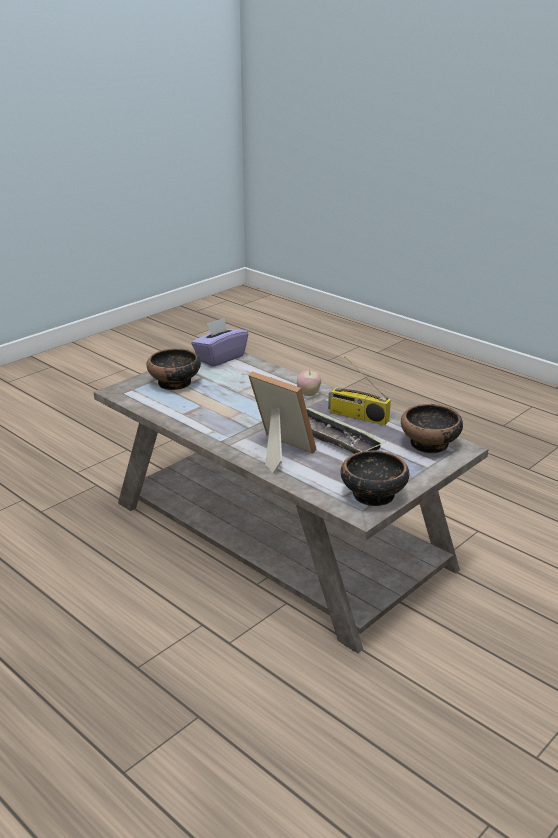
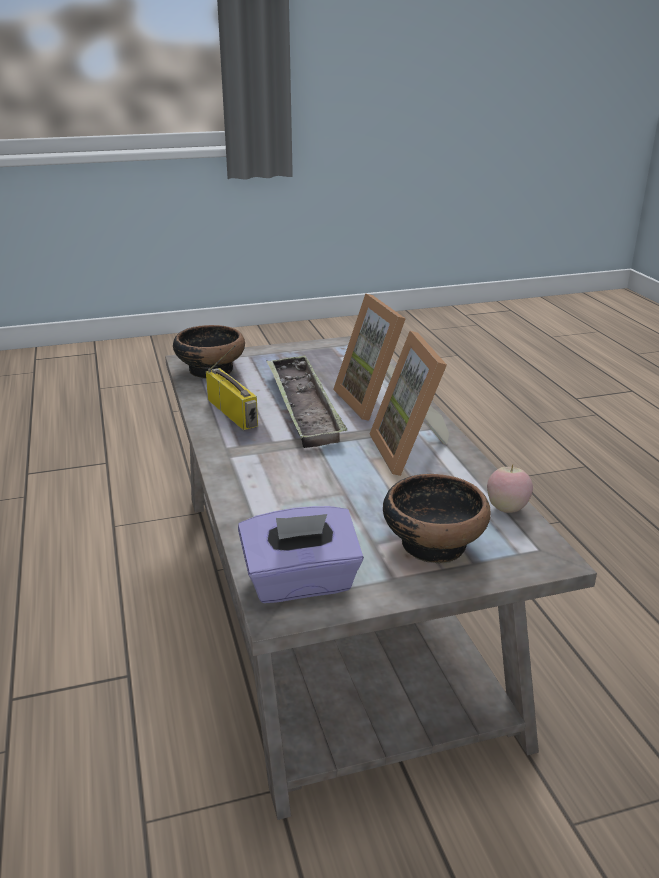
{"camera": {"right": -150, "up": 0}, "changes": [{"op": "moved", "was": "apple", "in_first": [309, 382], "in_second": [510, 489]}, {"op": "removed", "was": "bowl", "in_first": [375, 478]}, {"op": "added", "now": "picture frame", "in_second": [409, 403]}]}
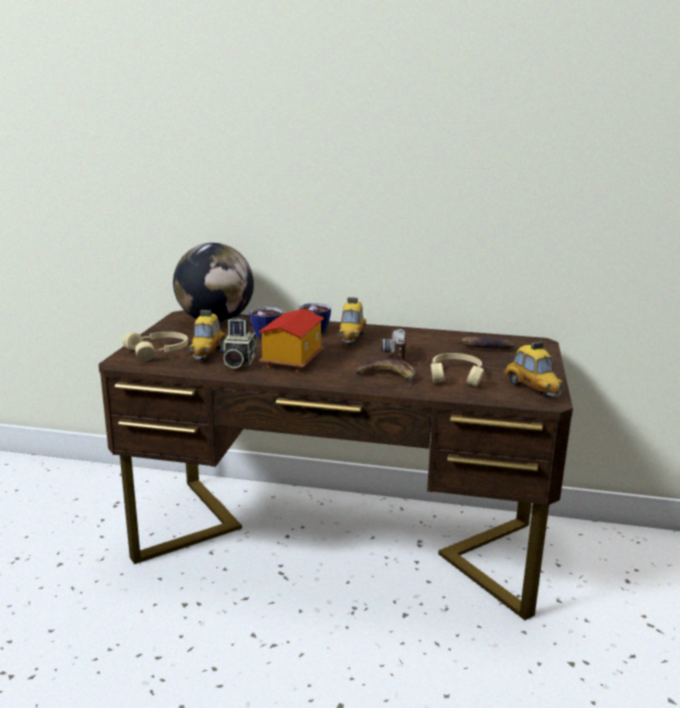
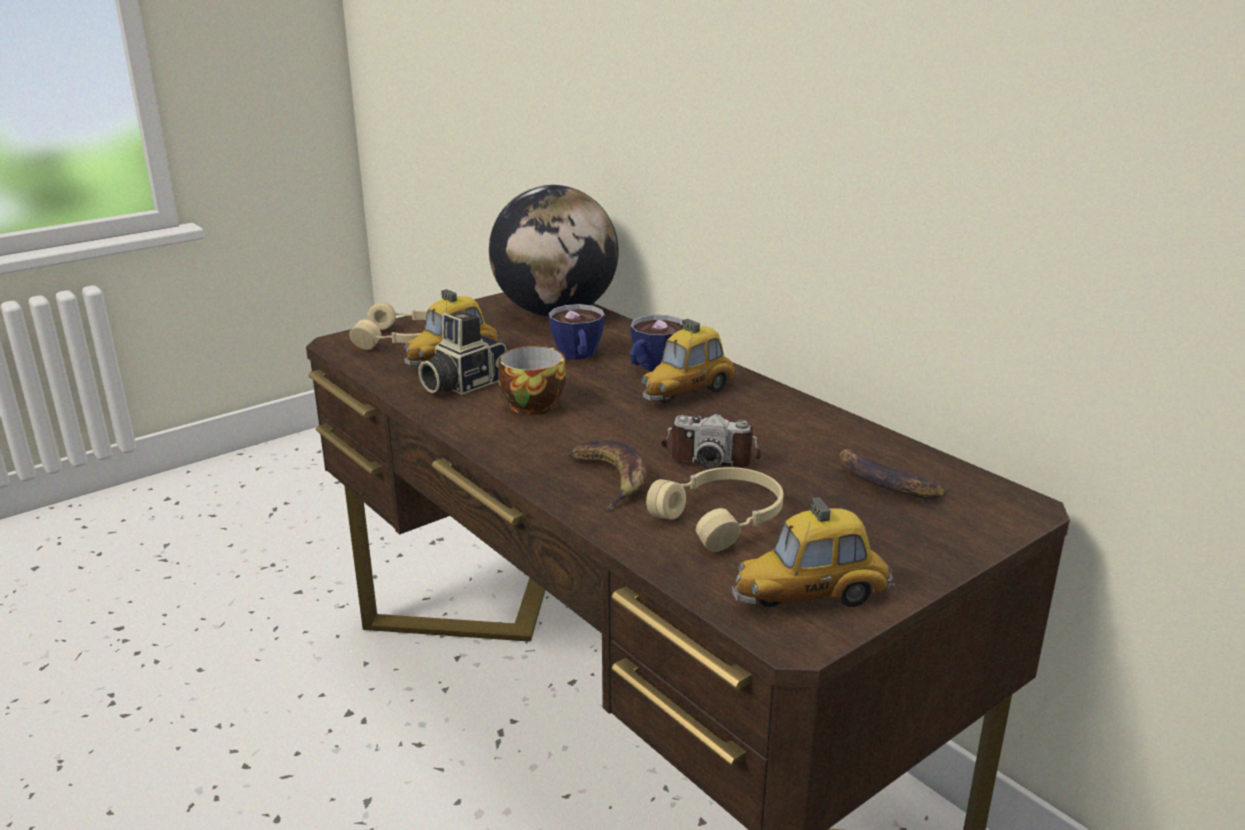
{"camera": {"right": 40, "up": 5}, "changes": [{"op": "replaced", "was": "toy house", "now": "cup", "in_first": [291, 340], "in_second": [532, 380]}, {"op": "turned", "was": "photo camera", "in_first": [405, 347], "in_second": [711, 441], "clockwise": -120}, {"op": "turned", "was": "toy car", "in_first": [534, 369], "in_second": [813, 552], "clockwise": 60}]}
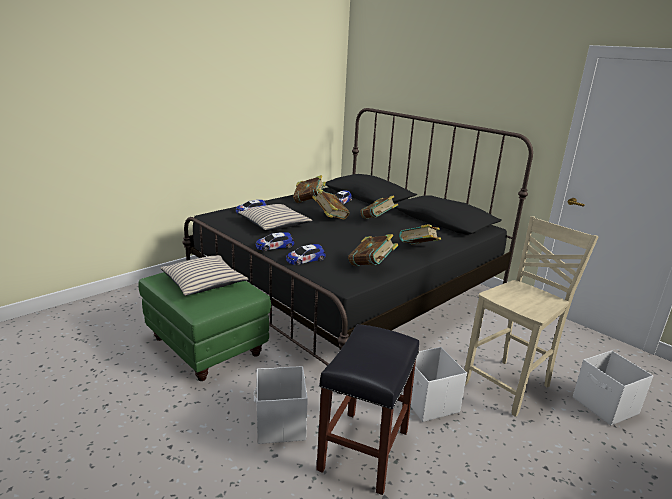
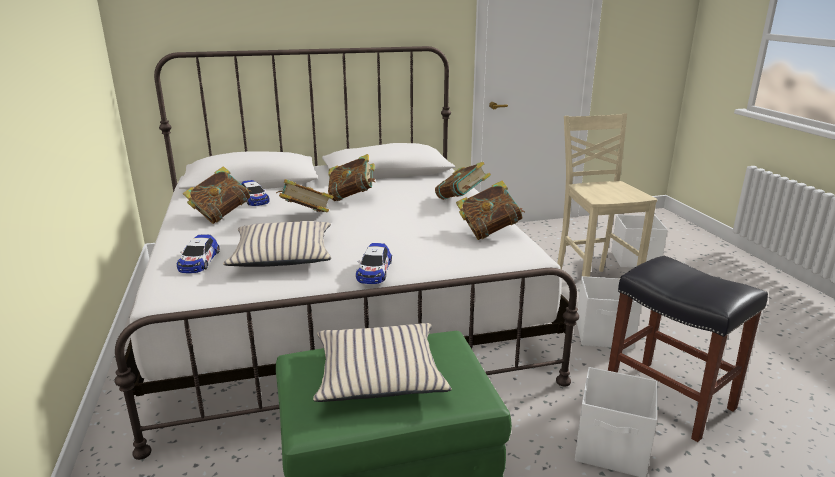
{"camera": {"right": -60, "up": 0}, "changes": [{"op": "recoloured", "was": "bed/black", "now": "bed/white", "in_first": [357, 251], "in_second": [347, 253]}, {"op": "removed", "was": "toy car", "in_first": [305, 254]}]}
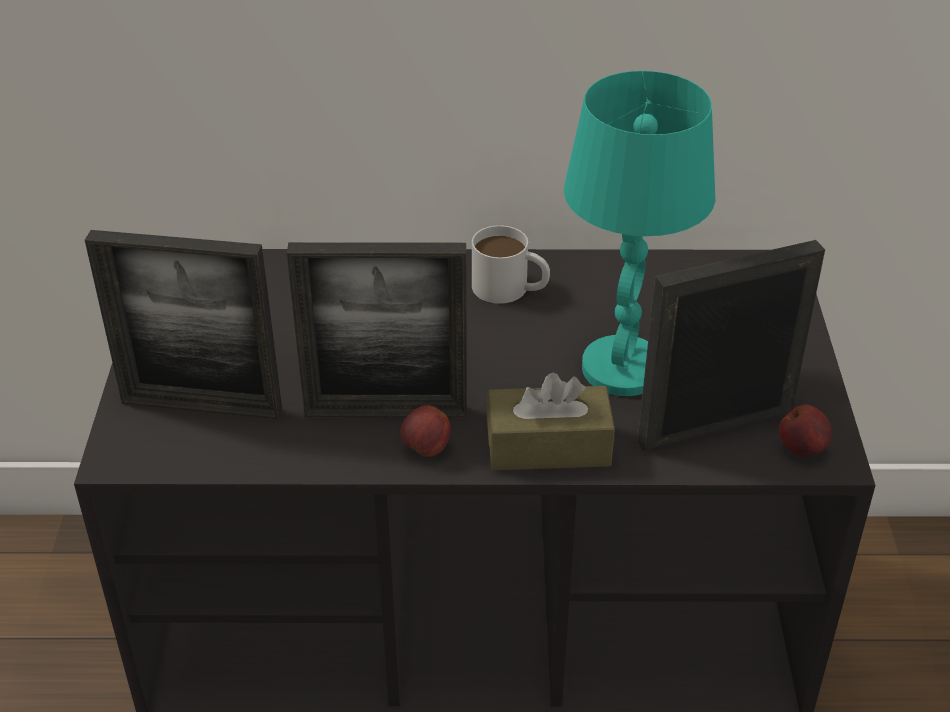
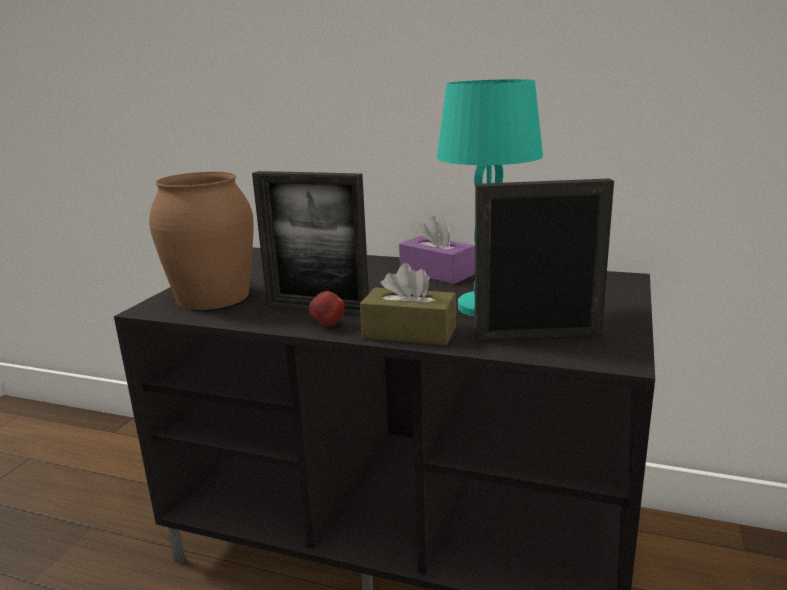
{"camera": {"right": 20, "up": -20}, "changes": [{"op": "replaced", "was": "picture frame", "now": "vase/brown", "in_first": [183, 324], "in_second": [201, 241]}, {"op": "replaced", "was": "mug/white", "now": "tissue box/purple", "in_first": [511, 264], "in_second": [437, 250]}, {"op": "removed", "was": "apple", "in_first": [805, 430]}]}
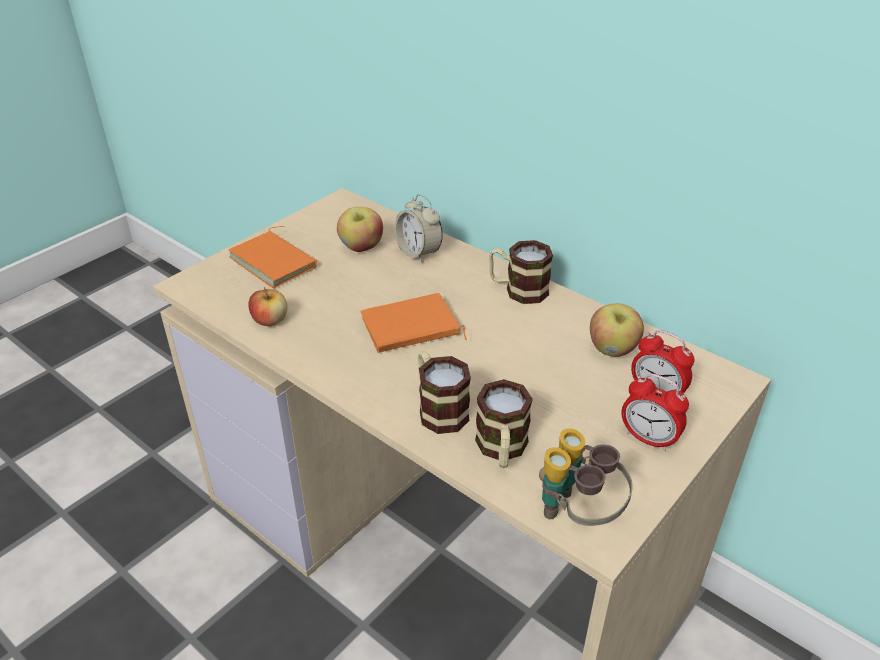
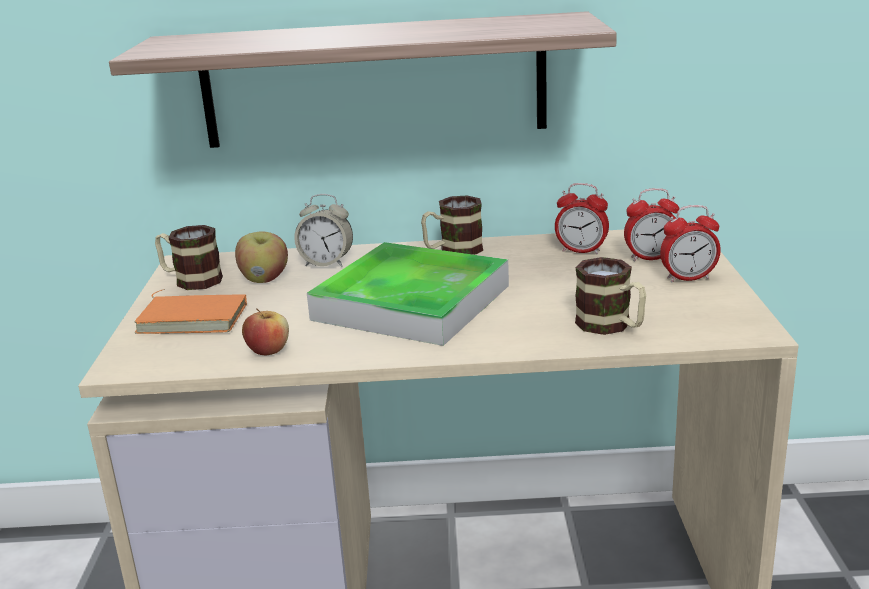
{"camera": {"right": -40, "up": -15}, "changes": [{"op": "replaced", "was": "book/orange", "now": "tray", "in_first": [413, 323], "in_second": [408, 294]}, {"op": "moved", "was": "mug", "in_first": [444, 392], "in_second": [189, 257]}, {"op": "removed", "was": "binoculars", "in_first": [586, 477]}, {"op": "replaced", "was": "apple", "now": "alarm clock", "in_first": [617, 330], "in_second": [582, 218]}, {"op": "added", "now": "shelf", "in_second": [363, 79]}]}
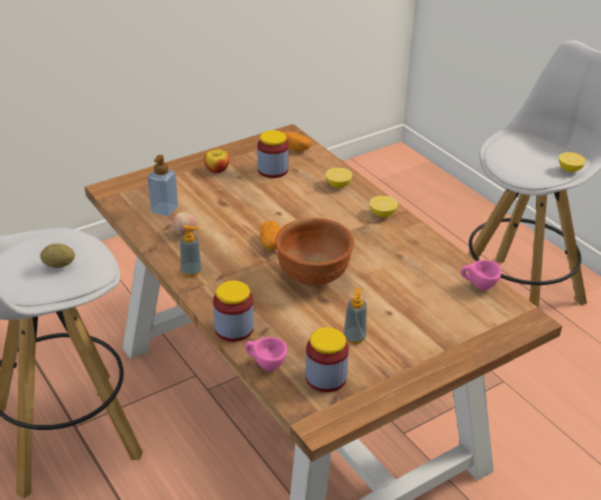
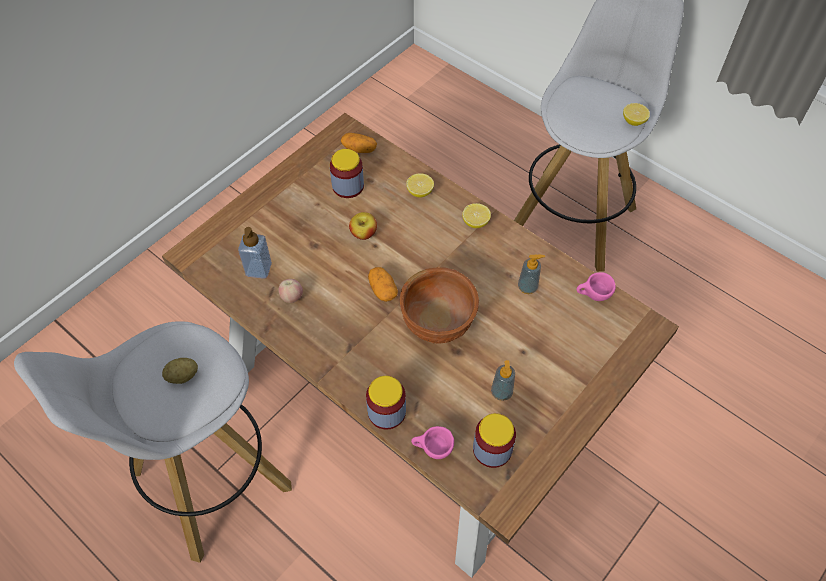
{"camera": {"right": -15, "up": 20}, "changes": [{"op": "moved", "was": "soap dispenser", "in_first": [191, 251], "in_second": [531, 274]}, {"op": "moved", "was": "apple", "in_first": [216, 161], "in_second": [363, 226]}]}
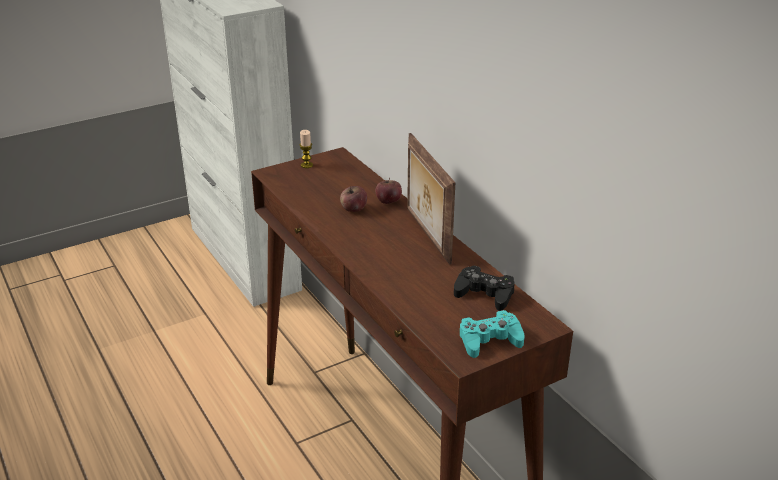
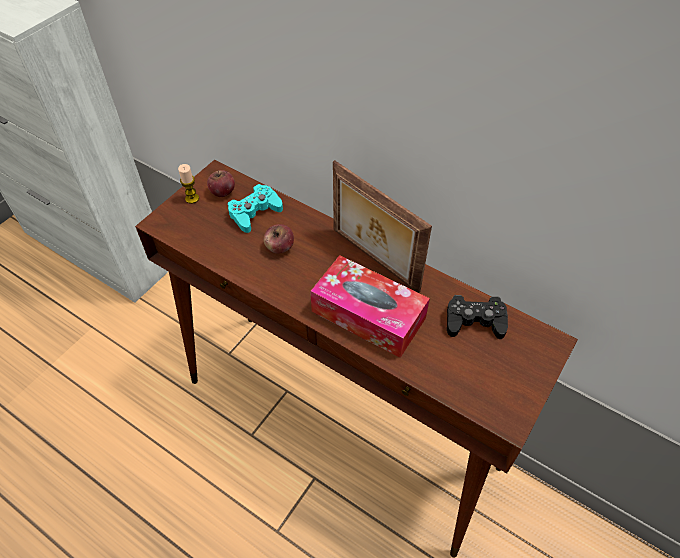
{"camera": {"right": -25, "up": 20}, "changes": [{"op": "moved", "was": "apple", "in_first": [389, 191], "in_second": [221, 184]}, {"op": "moved", "was": "game controller/turquoise", "in_first": [492, 334], "in_second": [255, 208]}, {"op": "added", "now": "tissue box", "in_second": [370, 306]}]}
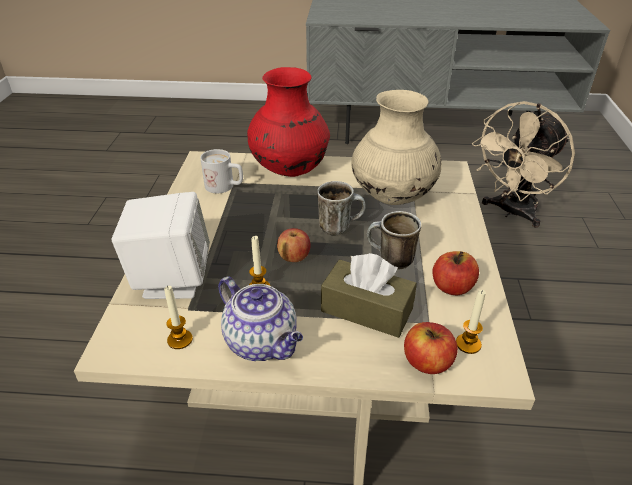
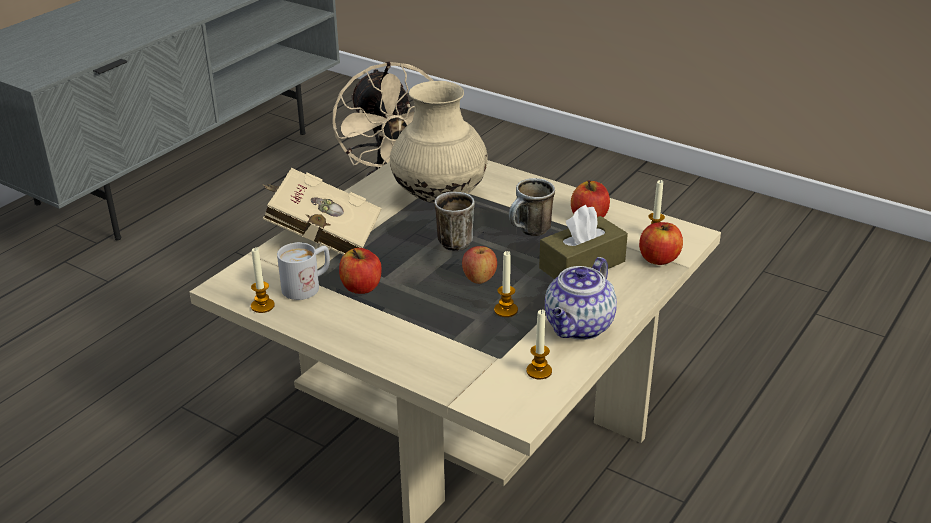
{"camera": {"right": -60, "up": -5}, "changes": [{"op": "removed", "was": "speaker/white", "in_first": [161, 245]}, {"op": "turned", "was": "teapot", "in_first": [260, 318], "in_second": [581, 298], "clockwise": 135}, {"op": "replaced", "was": "vase/red", "now": "book/beige", "in_first": [288, 122], "in_second": [322, 211]}, {"op": "added", "now": "candle", "in_second": [263, 280]}, {"op": "added", "now": "apple", "in_second": [360, 271]}]}
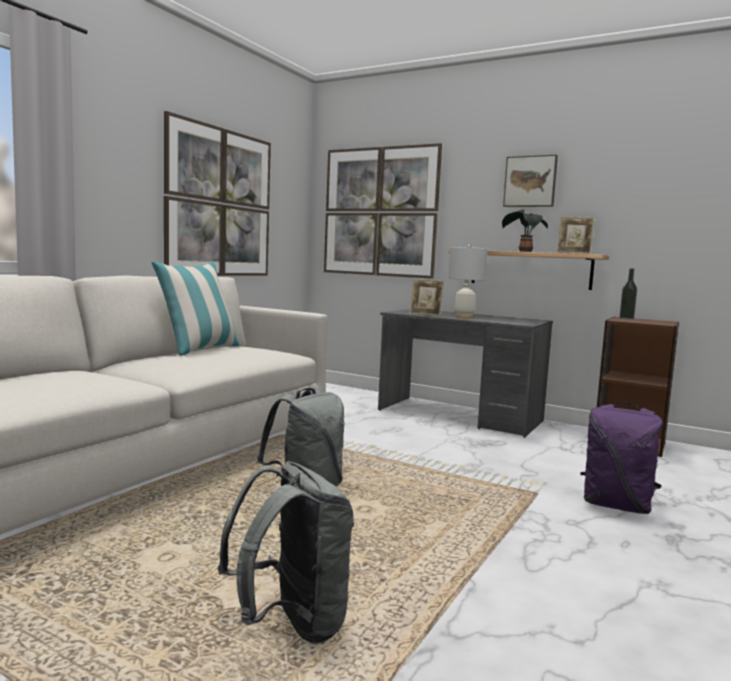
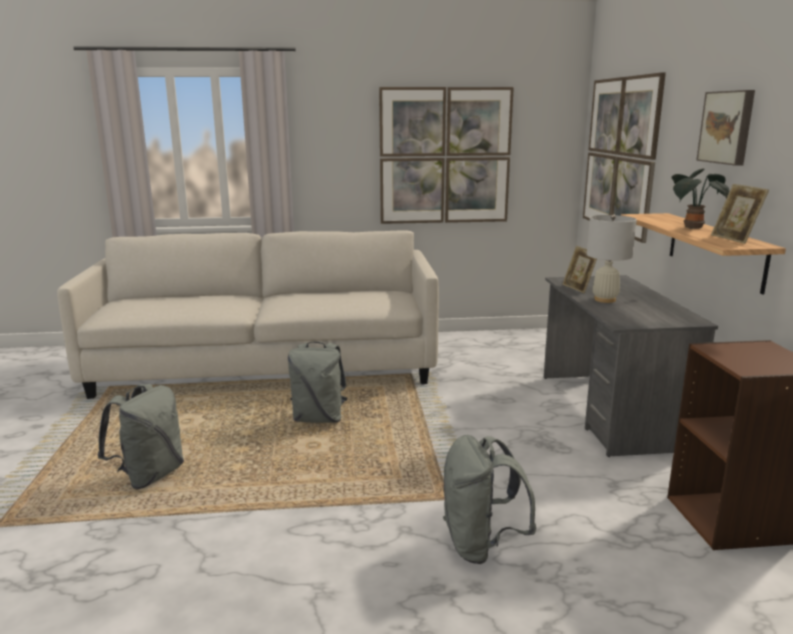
{"camera": {"right": 55, "up": 10}, "changes": [{"op": "removed", "was": "pillow", "in_first": [196, 308]}, {"op": "recoloured", "was": "backpack/purple", "now": "backpack/grey", "in_first": [622, 458], "in_second": [489, 499]}, {"op": "removed", "was": "bottle", "in_first": [628, 294]}]}
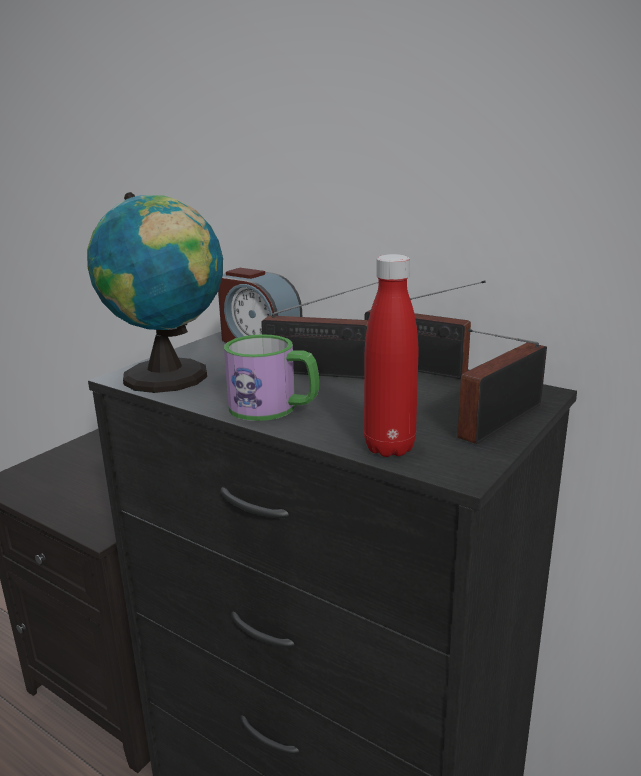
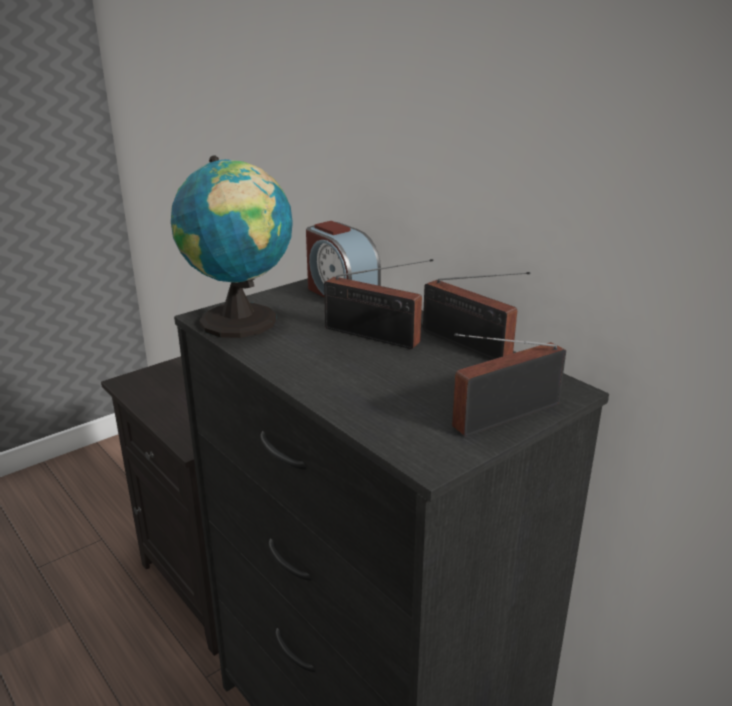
{"camera": {"right": 15, "up": 5}, "changes": [{"op": "removed", "was": "mug", "in_first": [271, 377]}, {"op": "removed", "was": "bottle/red", "in_first": [391, 355]}]}
